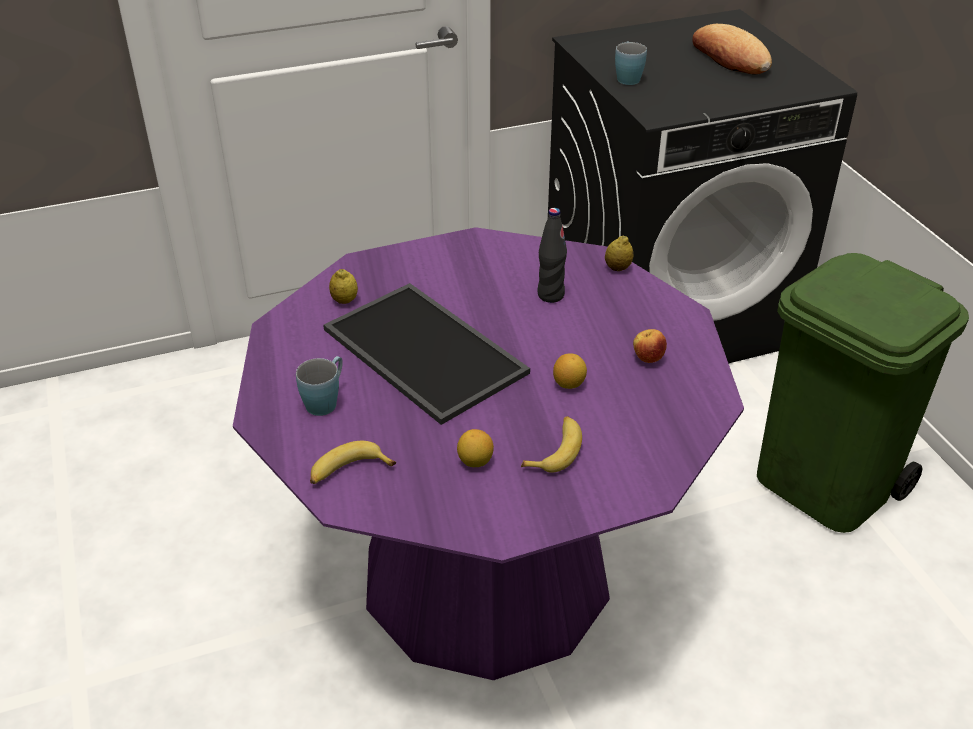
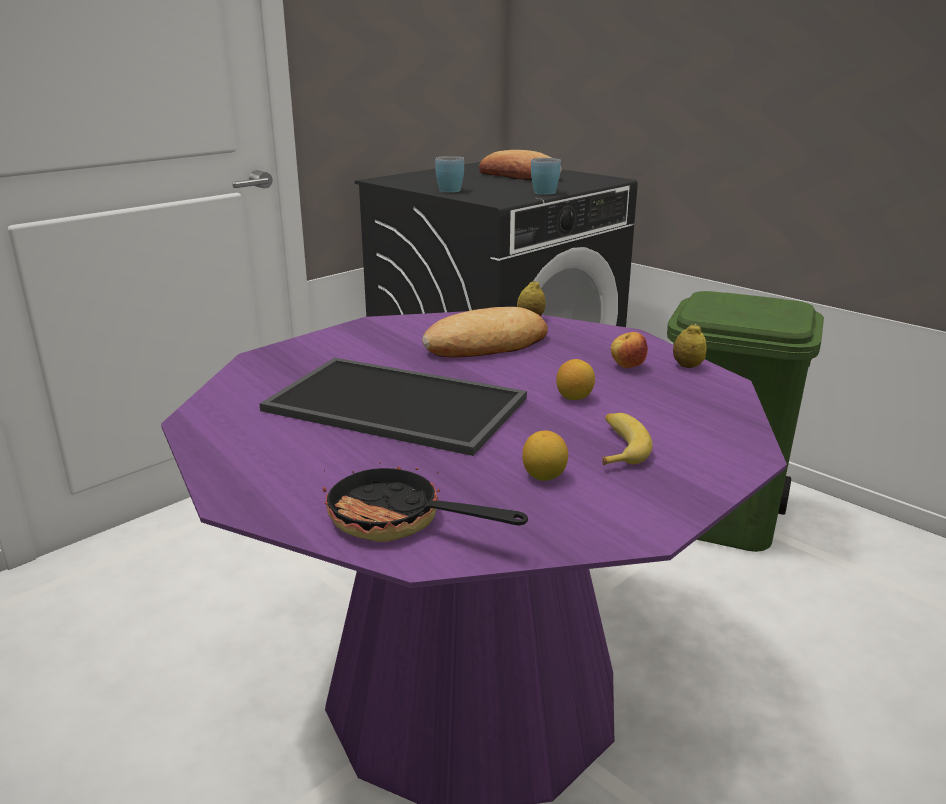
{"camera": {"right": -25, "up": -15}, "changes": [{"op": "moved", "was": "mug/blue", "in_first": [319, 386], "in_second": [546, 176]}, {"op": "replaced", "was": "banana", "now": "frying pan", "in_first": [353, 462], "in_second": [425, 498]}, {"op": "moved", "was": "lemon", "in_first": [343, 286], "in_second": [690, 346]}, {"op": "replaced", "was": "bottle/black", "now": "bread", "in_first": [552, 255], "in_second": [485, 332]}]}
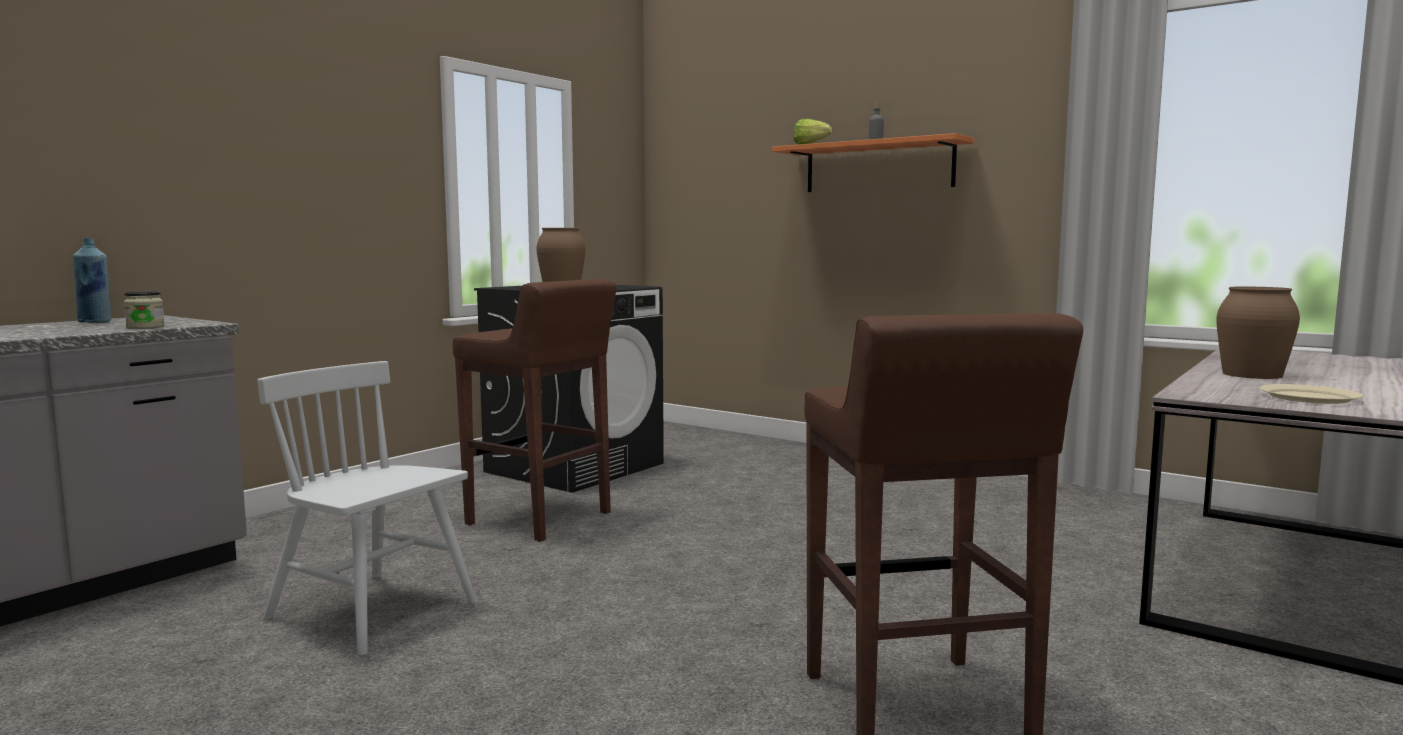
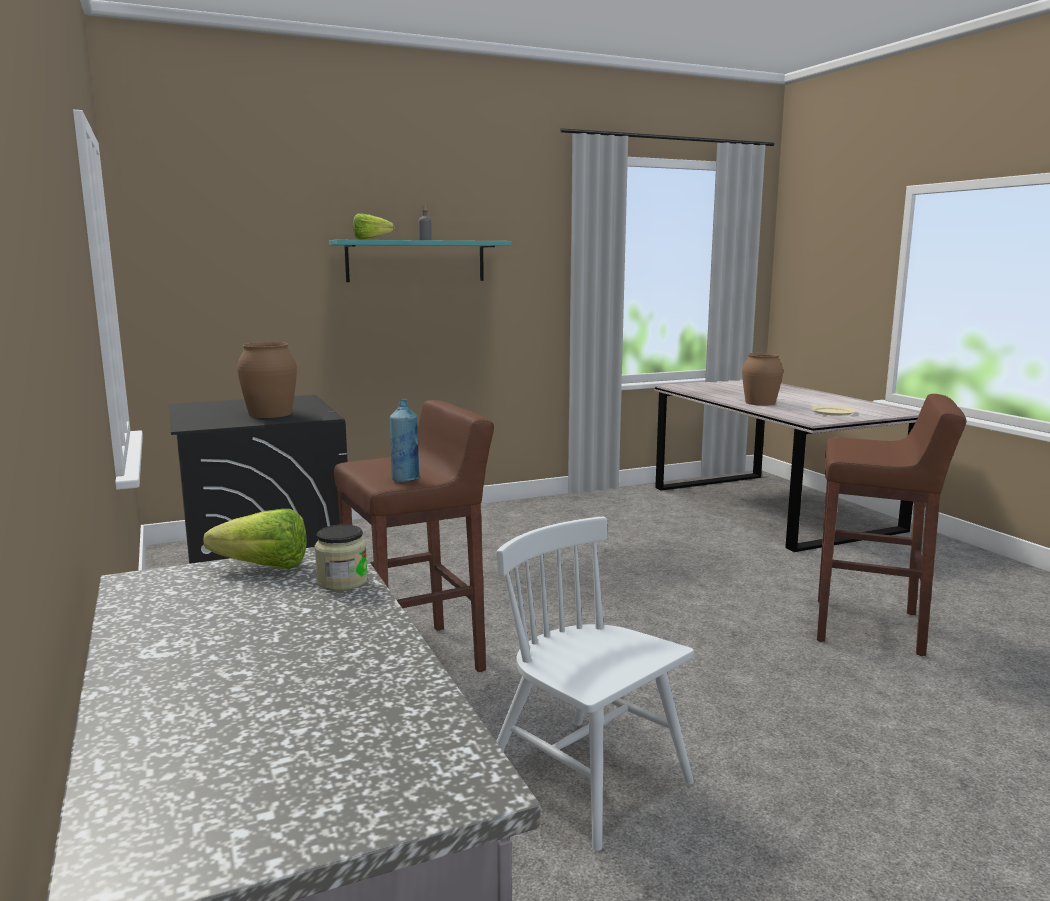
{"camera": {"right": -60, "up": 5}, "changes": [{"op": "moved", "was": "bottle/blue", "in_first": [92, 280], "in_second": [404, 440]}, {"op": "turned", "was": "chair/white", "in_first": [367, 508], "in_second": [595, 684], "clockwise": 75}, {"op": "recoloured", "was": "shelf/orange", "now": "shelf/turquoise", "in_first": [873, 162], "in_second": [420, 261]}, {"op": "added", "now": "lettuce", "in_second": [255, 539]}]}
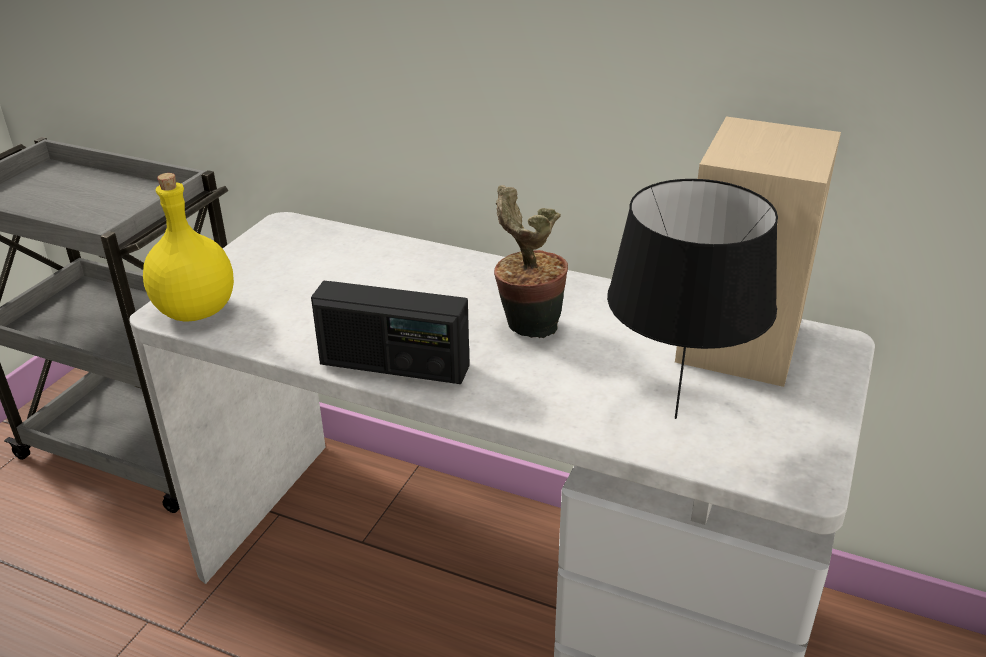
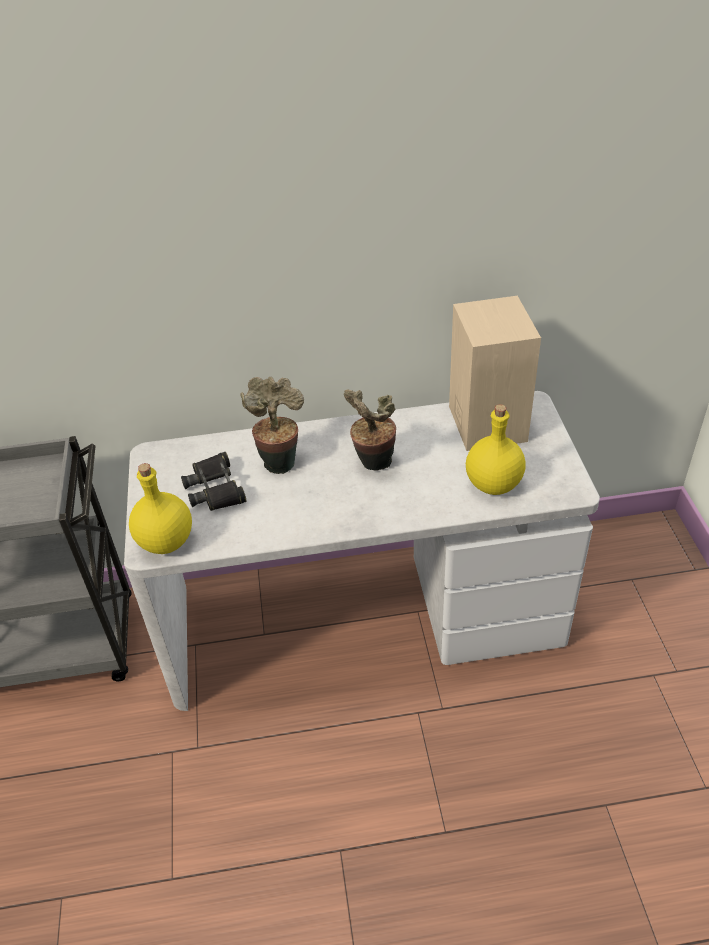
{"camera": {"right": -30, "up": 10}, "changes": [{"op": "removed", "was": "radio", "in_first": [390, 332]}, {"op": "replaced", "was": "table lamp/black", "now": "bottle/yellow", "in_first": [692, 299], "in_second": [496, 449]}, {"op": "added", "now": "binoculars/black", "in_second": [214, 481]}, {"op": "added", "now": "potted plant", "in_second": [272, 425]}]}
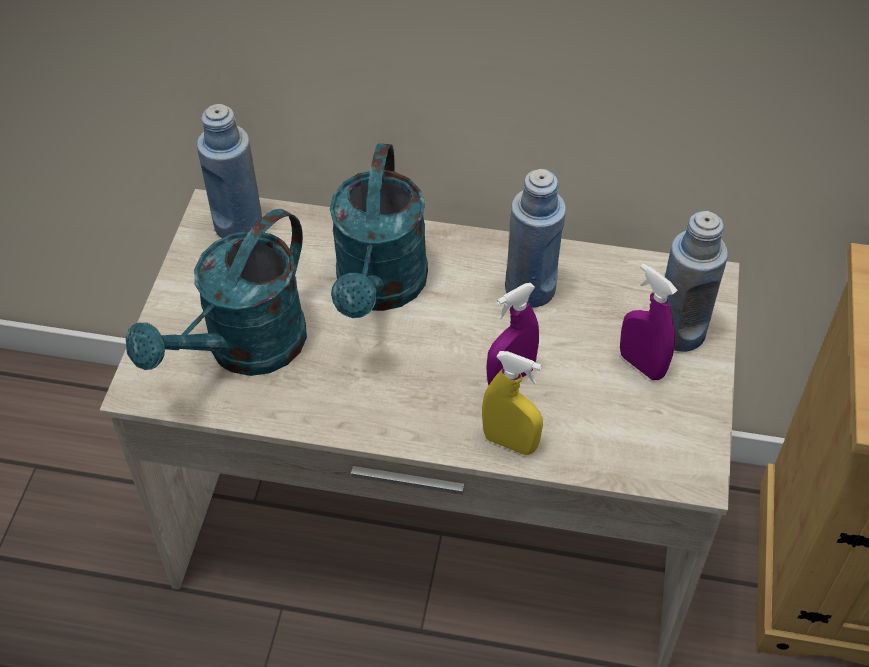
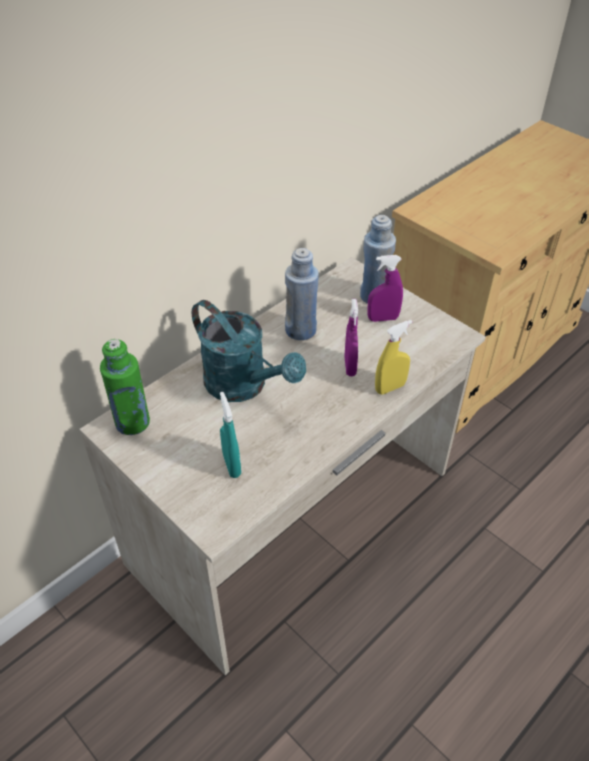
{"camera": {"right": -55, "up": -5}, "changes": [{"op": "replaced", "was": "watering can/turquoise", "now": "spray bottle/turquoise", "in_first": [216, 292], "in_second": [230, 435]}, {"op": "recoloured", "was": "bottle/blue", "now": "bottle/green", "in_first": [229, 171], "in_second": [125, 387]}]}
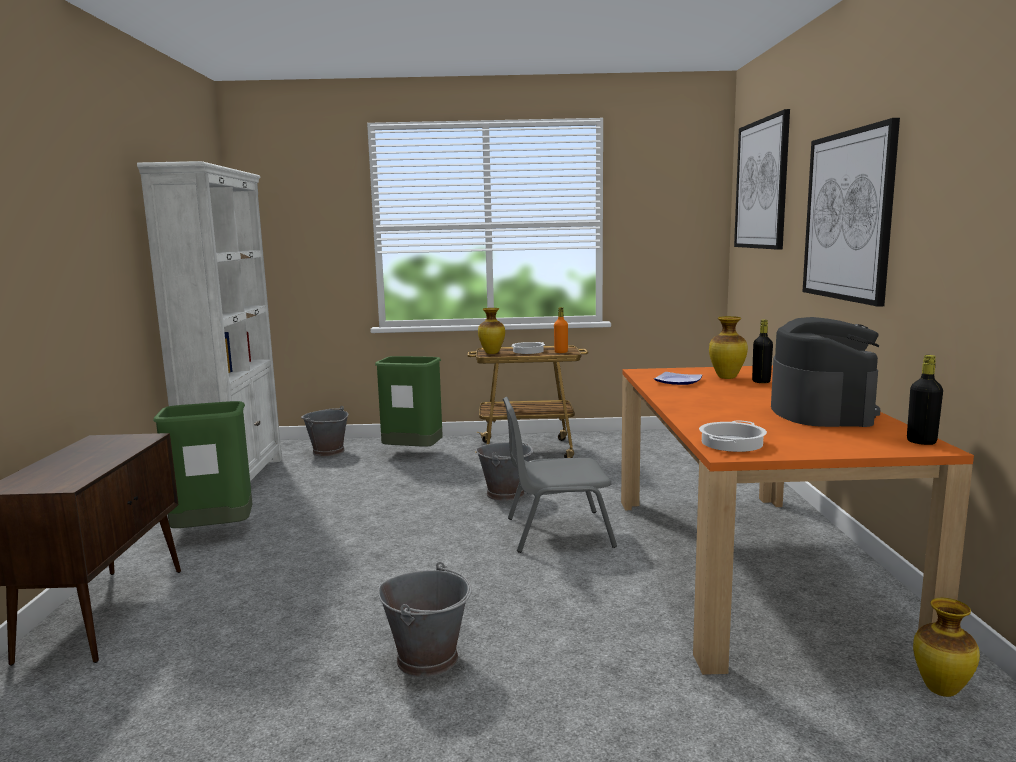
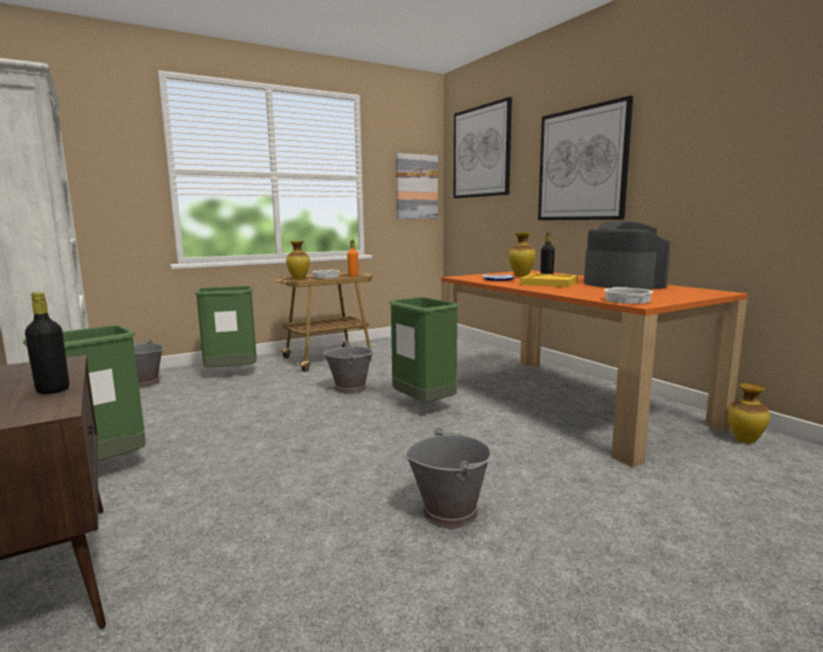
{"camera": {"right": -30, "up": 0}, "changes": [{"op": "replaced", "was": "chair/grey", "now": "trash can/green", "in_first": [560, 475], "in_second": [424, 349]}, {"op": "moved", "was": "bottle/black", "in_first": [925, 400], "in_second": [47, 343]}, {"op": "added", "now": "picture", "in_second": [417, 186]}, {"op": "added", "now": "tray/yellow", "in_second": [549, 280]}]}
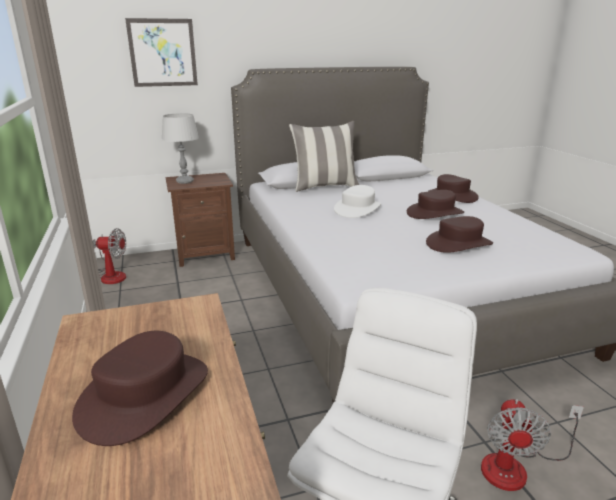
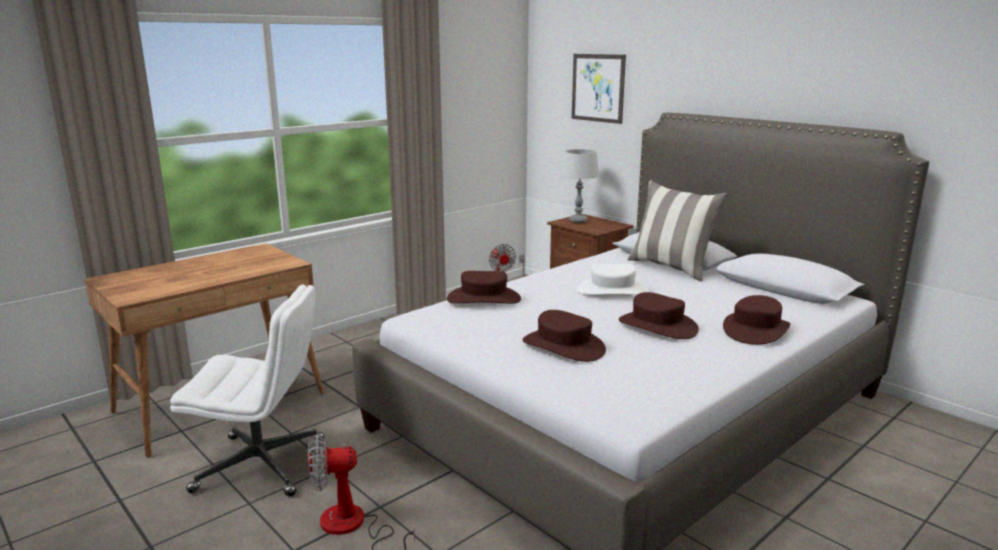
{"camera": {"right": 65, "up": -5}, "changes": [{"op": "moved", "was": "hat/brown", "in_first": [140, 388], "in_second": [484, 287]}]}
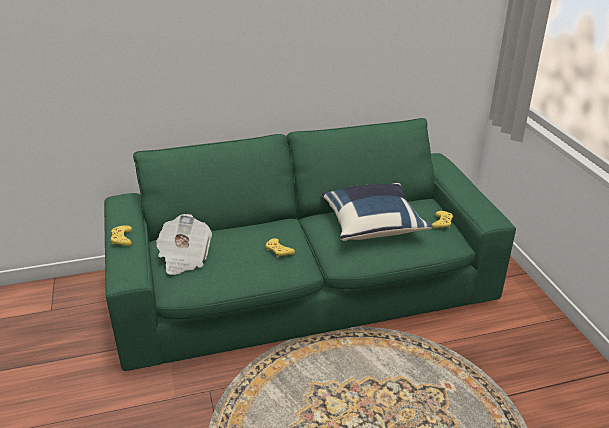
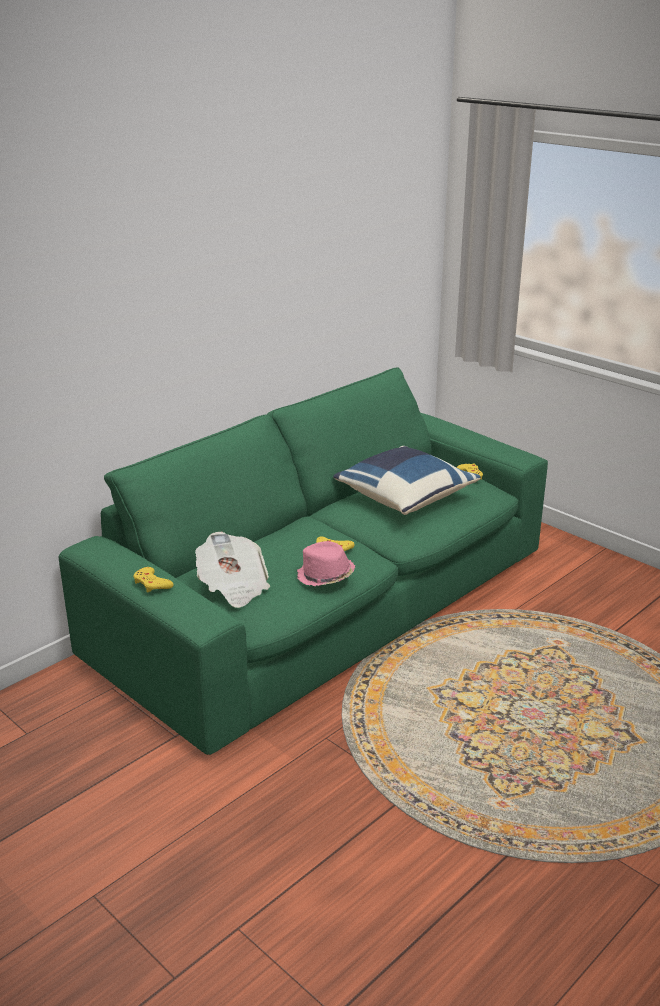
{"camera": {"right": -30, "up": -5}, "changes": [{"op": "added", "now": "hat/pink", "in_second": [326, 563]}]}
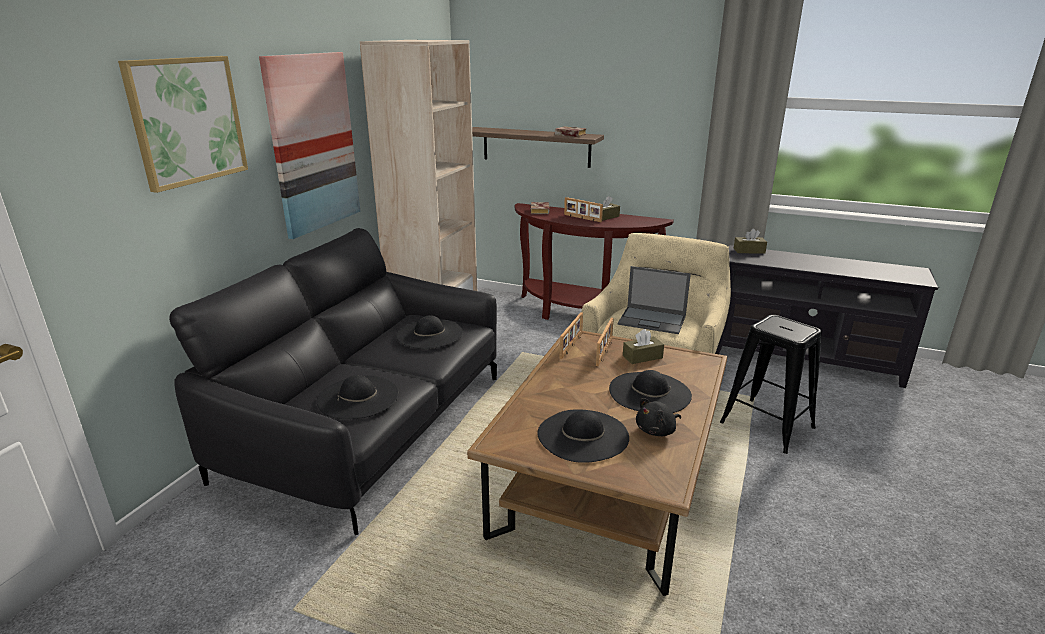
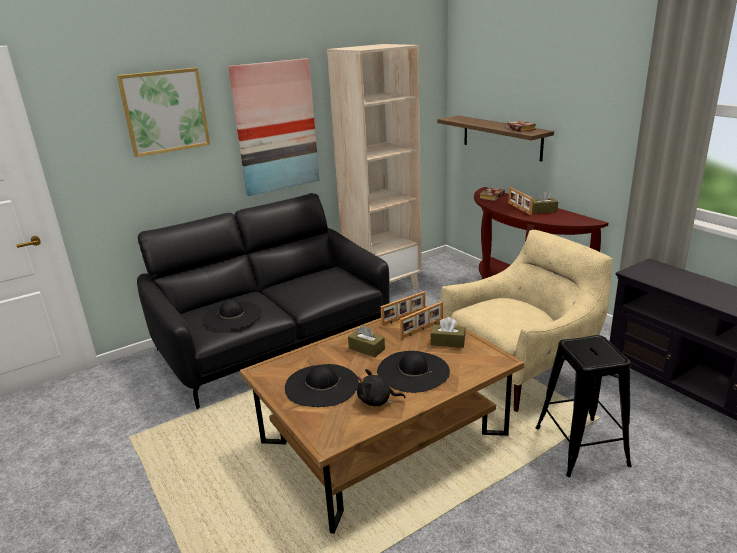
{"camera": {"right": 35, "up": 0}, "changes": [{"op": "removed", "was": "hat/black", "in_first": [429, 332]}, {"op": "removed", "was": "laptop", "in_first": [654, 300]}, {"op": "moved", "was": "tissue box/brown", "in_first": [750, 241], "in_second": [366, 341]}]}
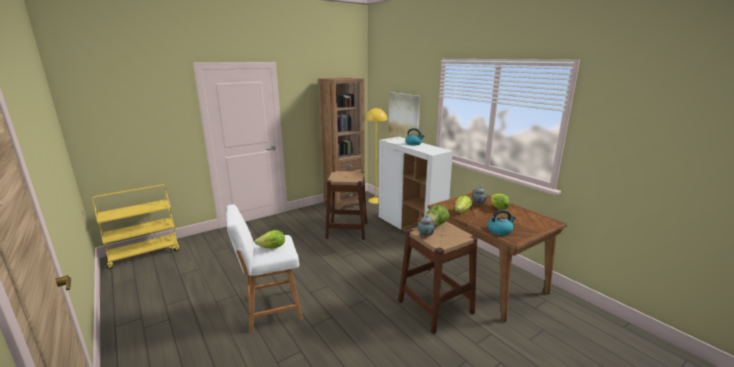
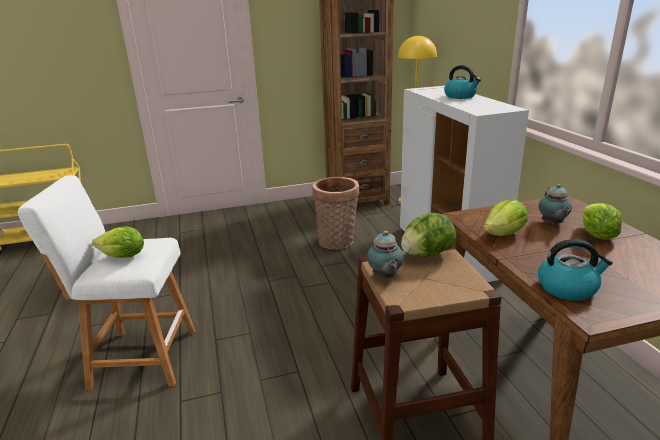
{"camera": {"right": 20, "up": 5}, "changes": [{"op": "replaced", "was": "stool/brown", "now": "basket", "in_first": [346, 205], "in_second": [335, 213]}, {"op": "removed", "was": "picture", "in_first": [404, 115]}]}
